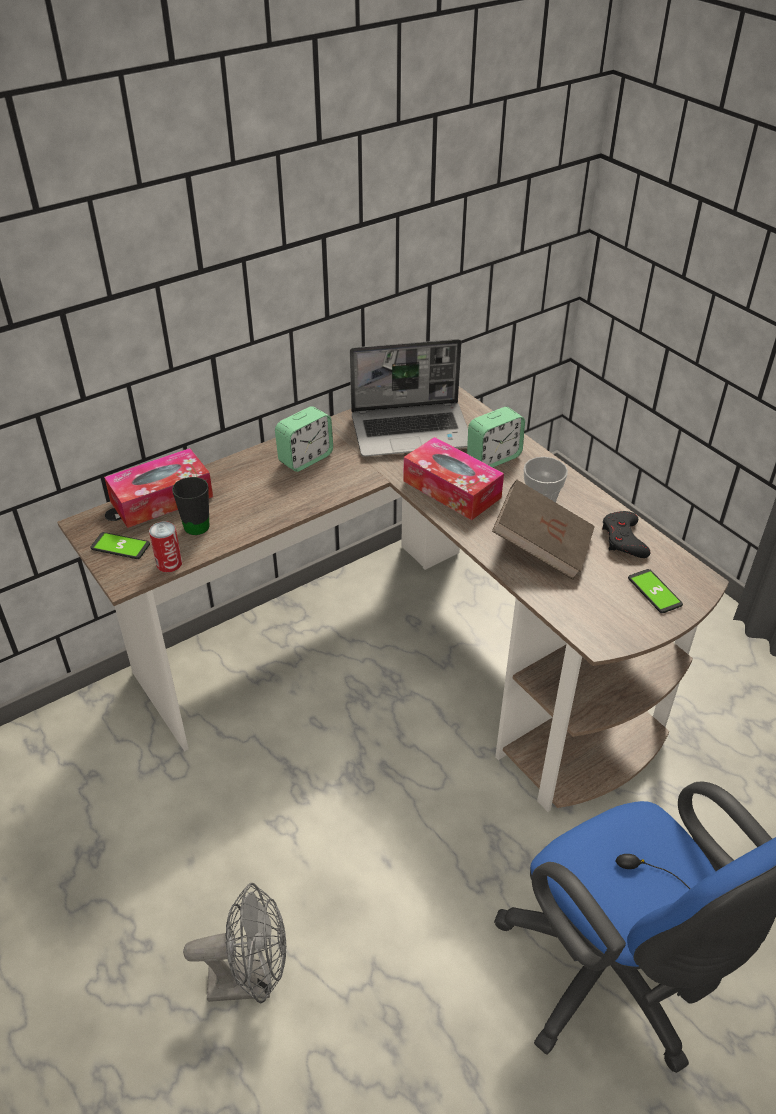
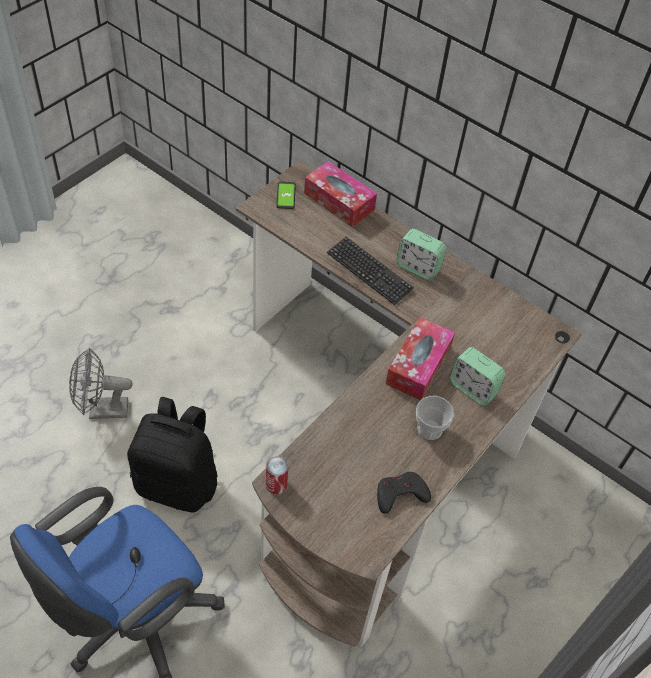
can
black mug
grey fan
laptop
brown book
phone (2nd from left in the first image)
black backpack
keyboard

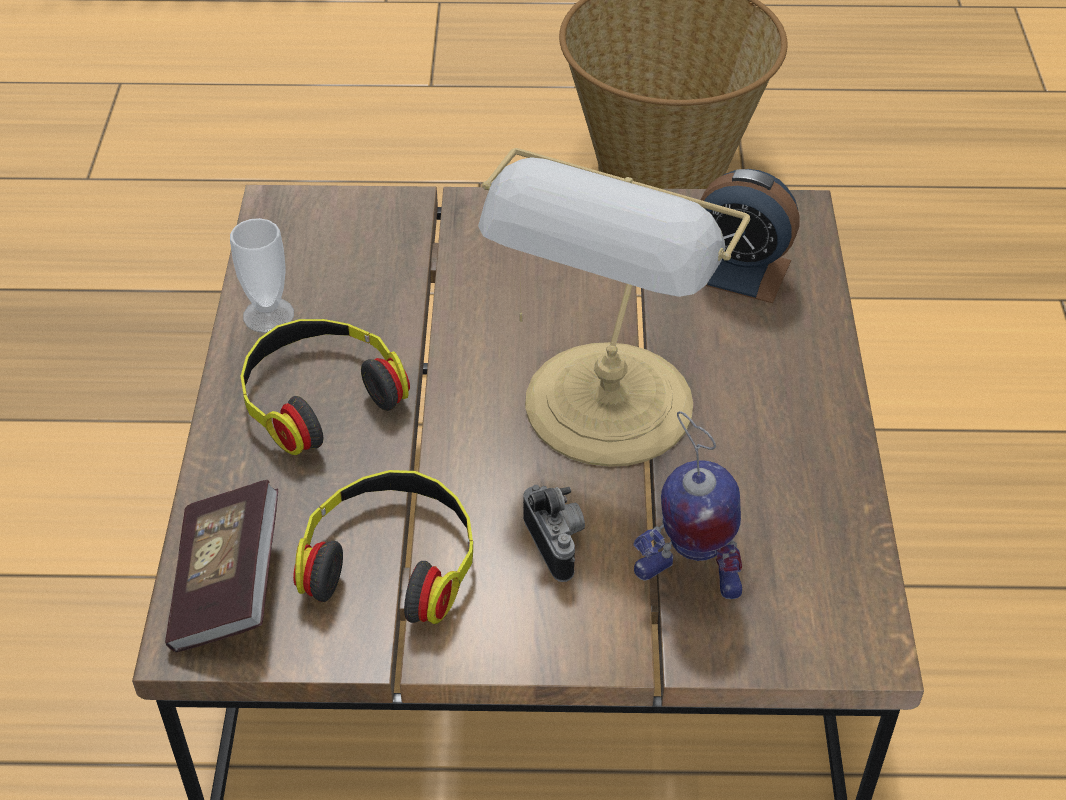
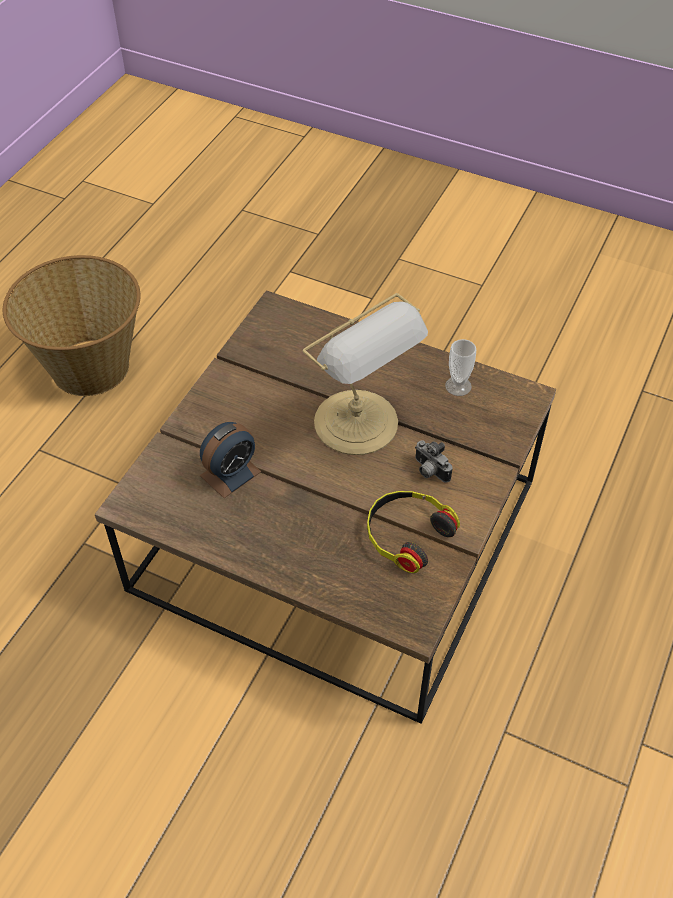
book
cup
headphones (1st from left in the first image)
photo camera
toy robot
alarm clock

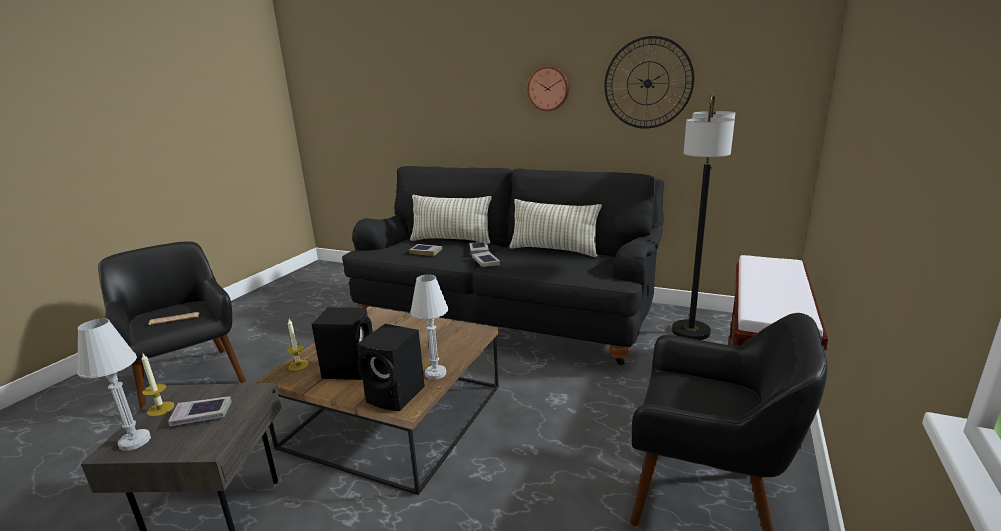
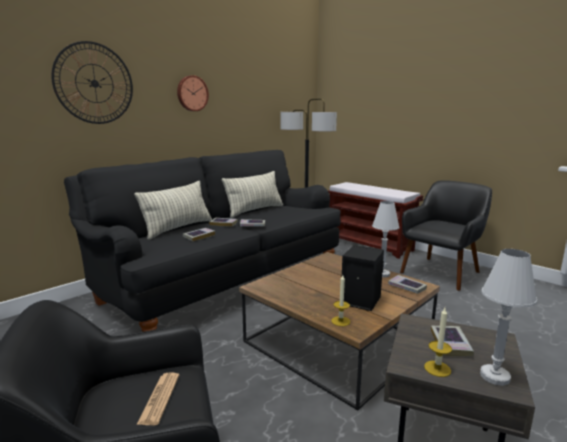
book (4th from left)
wall clock (1st from left)

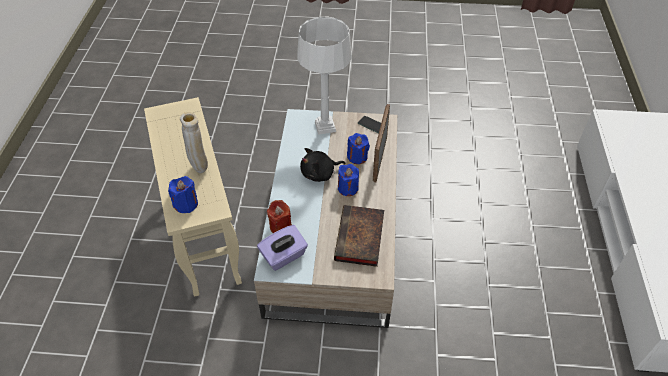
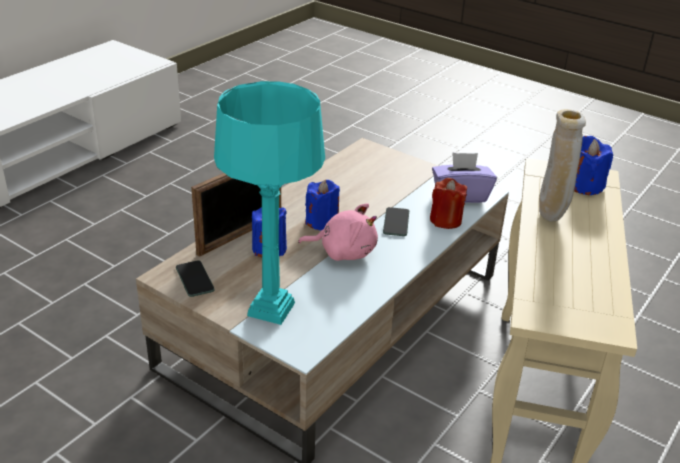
turquoise table lamp
pink plush toy
book
phone (2nd from left)

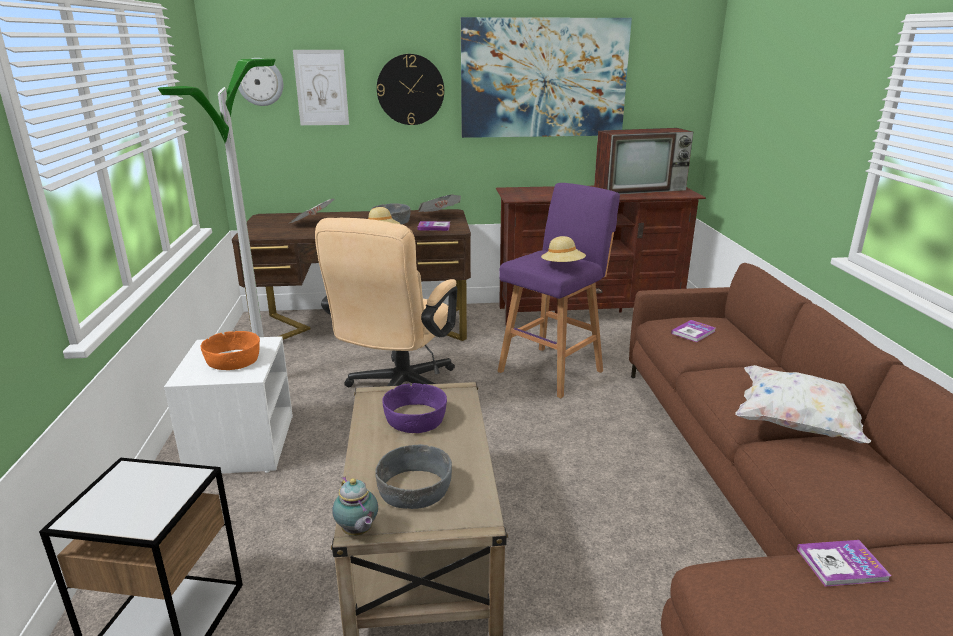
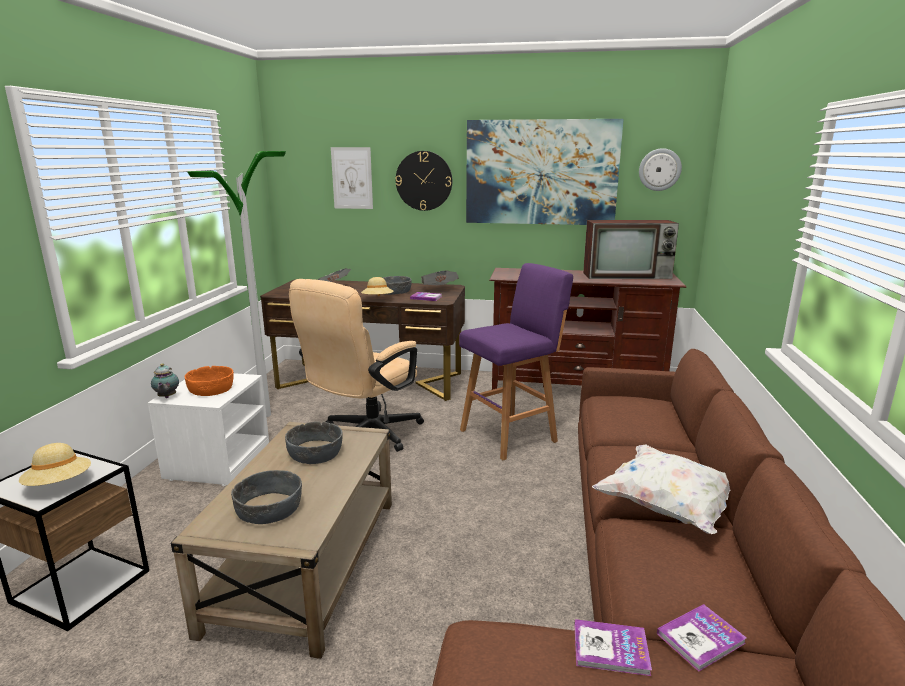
wall clock (2nd from left)
teapot
grey bowl (2nd from left)
beige hat (1st from left)
book (3rd from left)

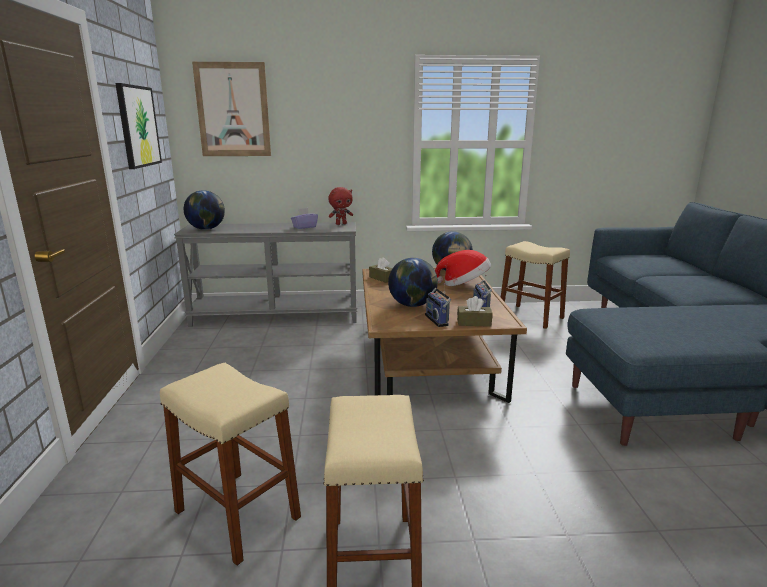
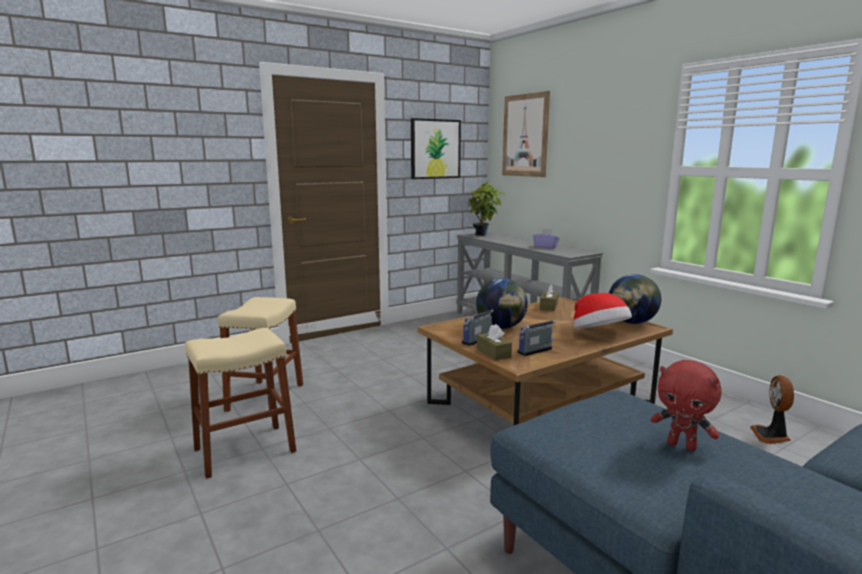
potted plant
red plush toy
fan

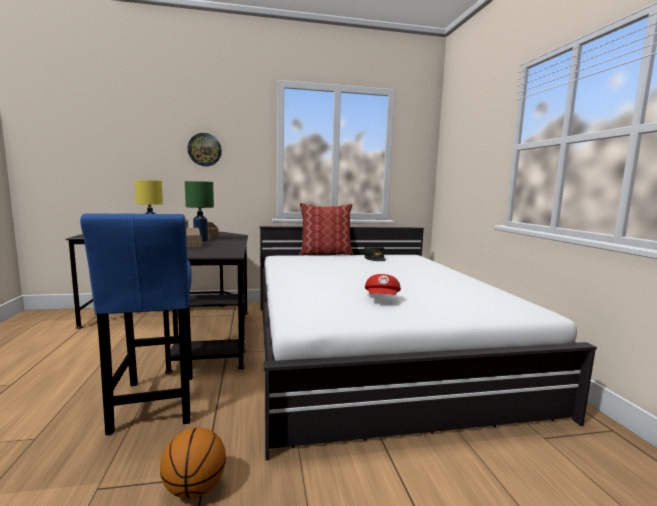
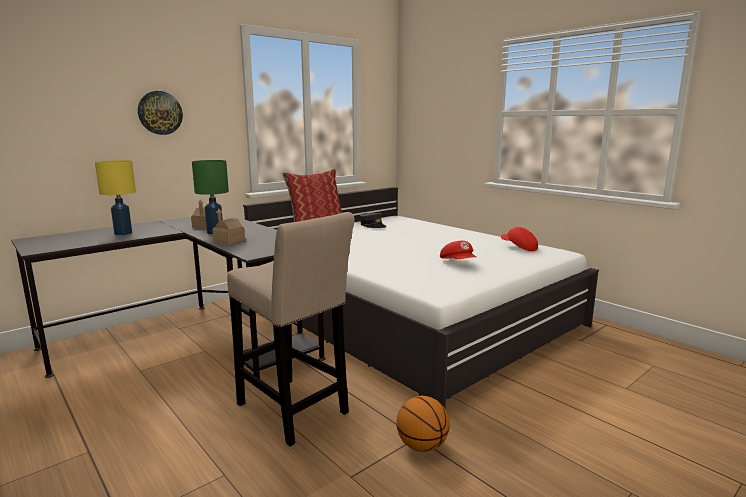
beige stool
red cap (2nd from left)

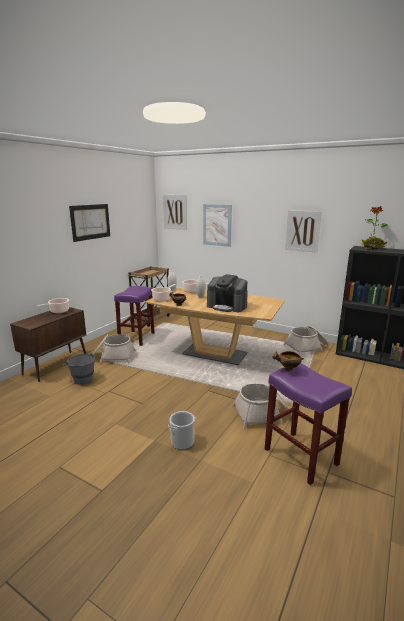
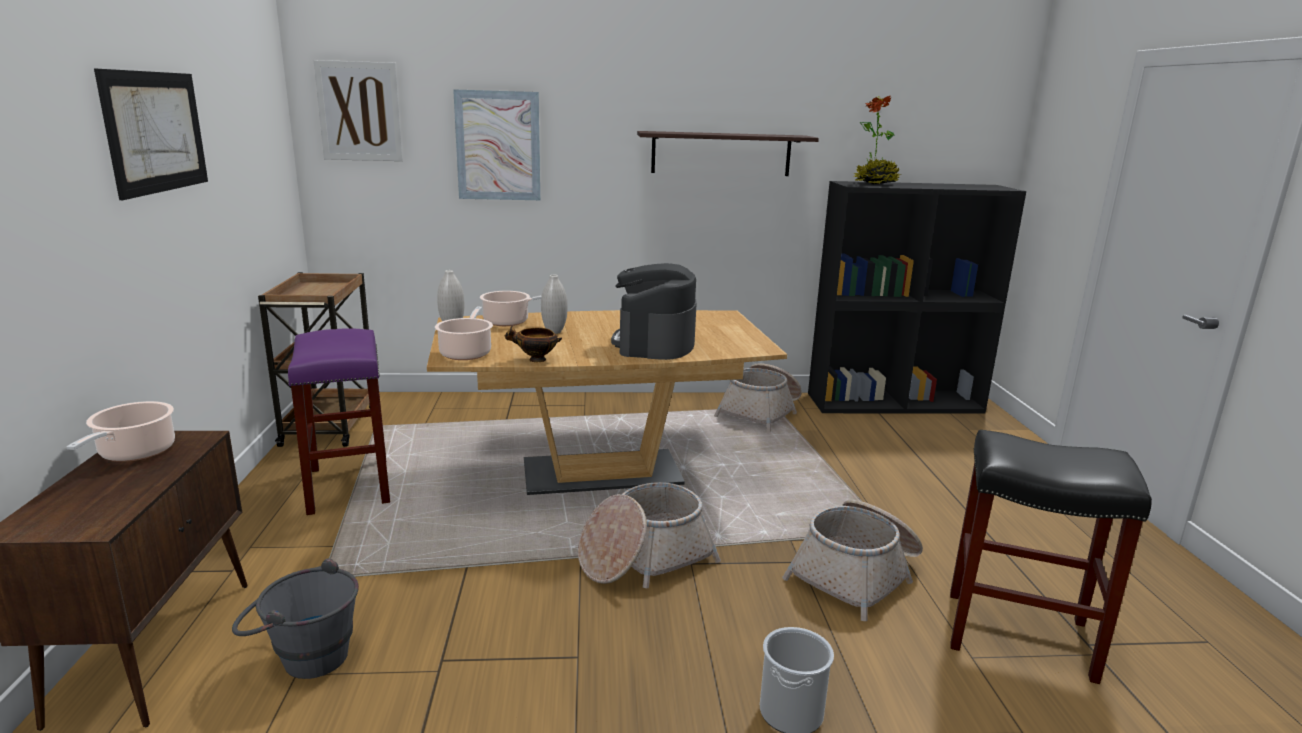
basket (1st from left)
coffee machine
black stool
bowl (2nd from left in the first image)
shelf

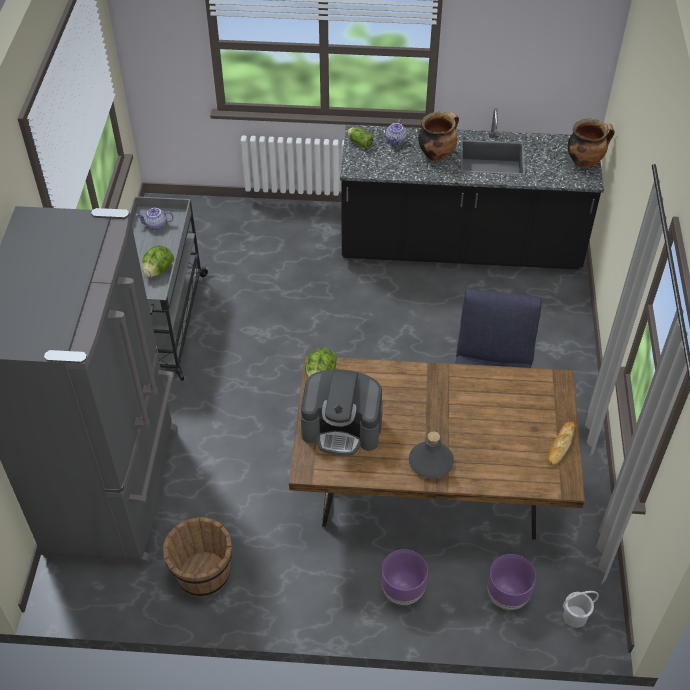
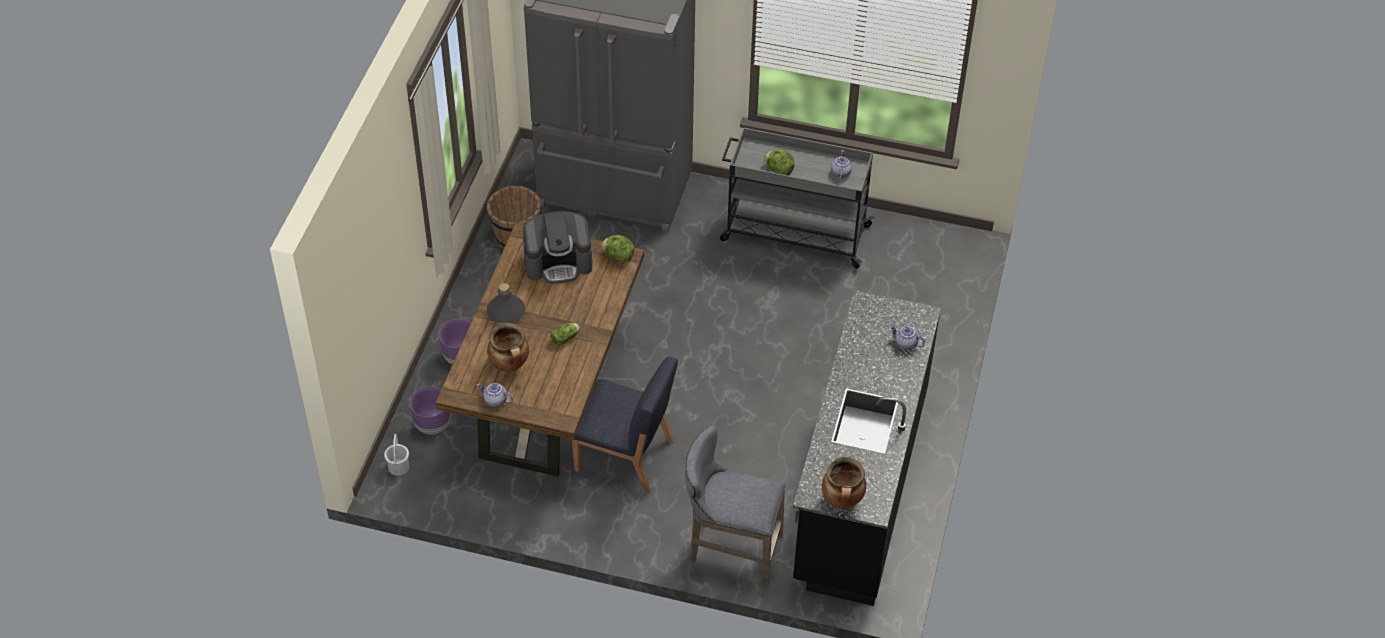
coffee machine
lettuce (1st from left)
cooking pot (1st from left)
teapot (1st from left)
grey stool

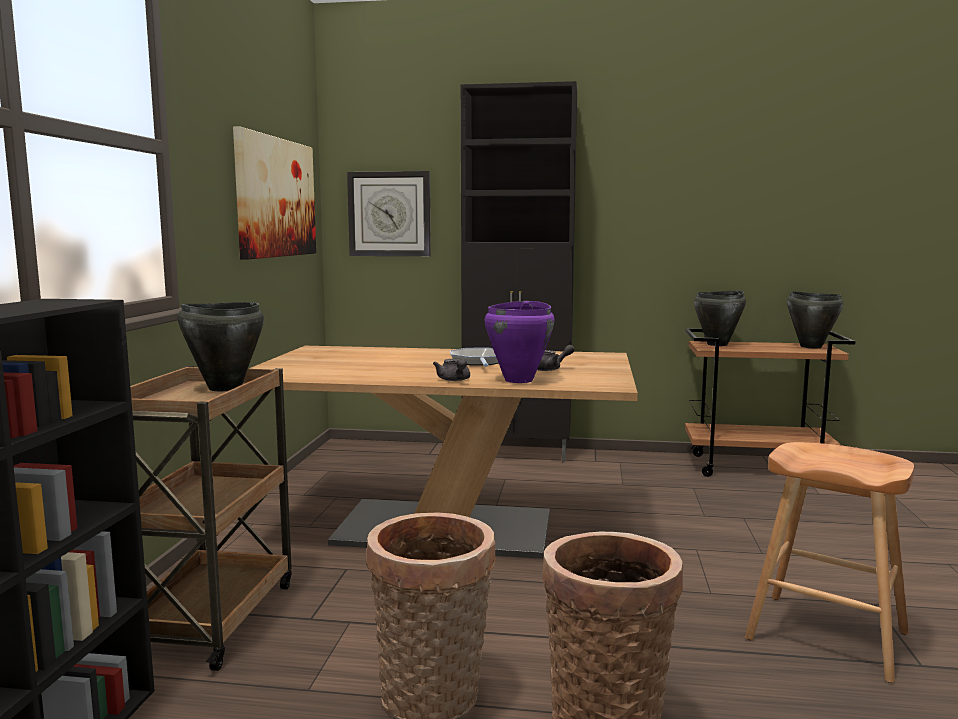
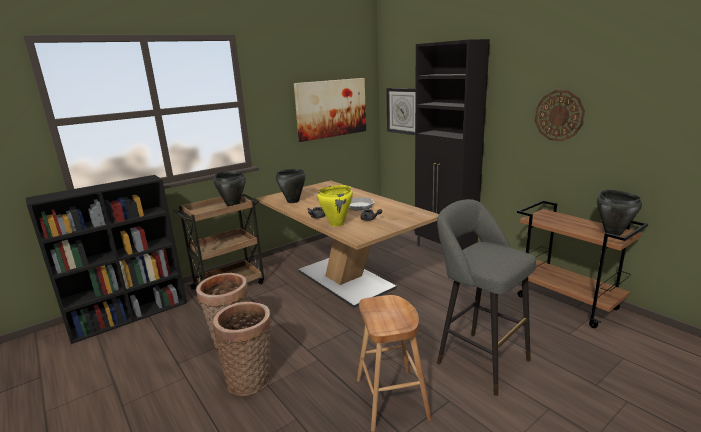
yellow cooking pot
black cooking pot (2nd from left)
grey stool
wall clock (2nd from left)

